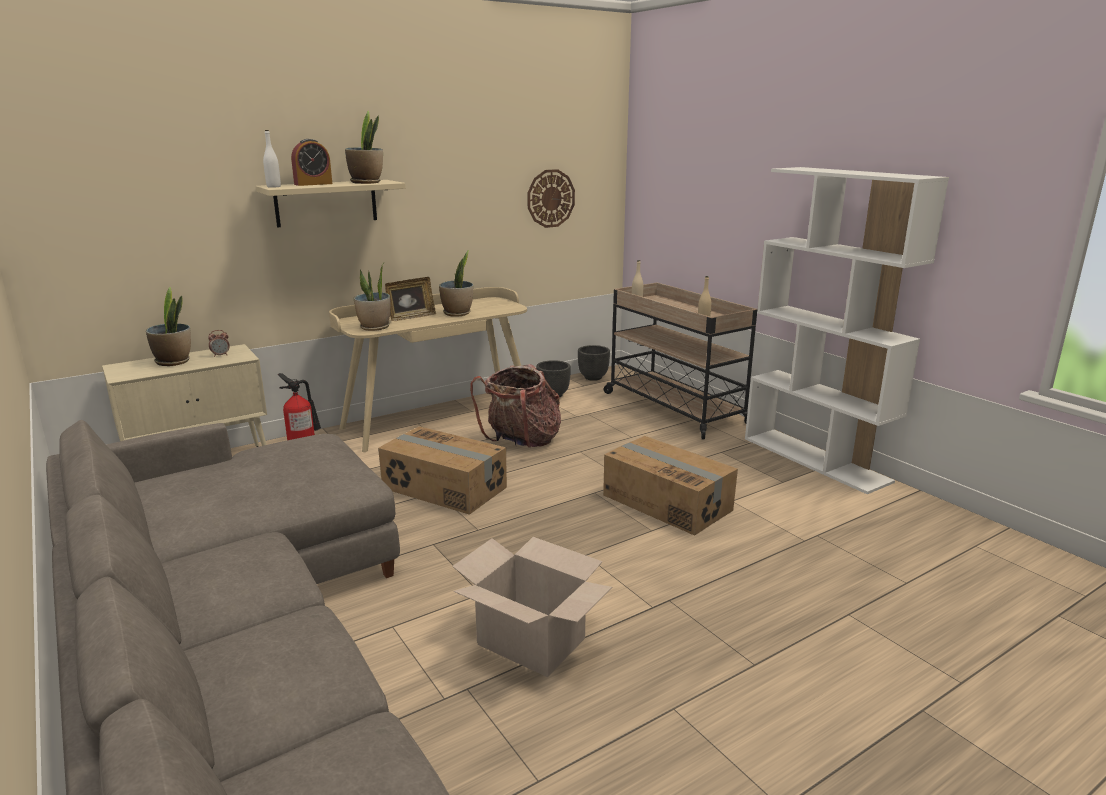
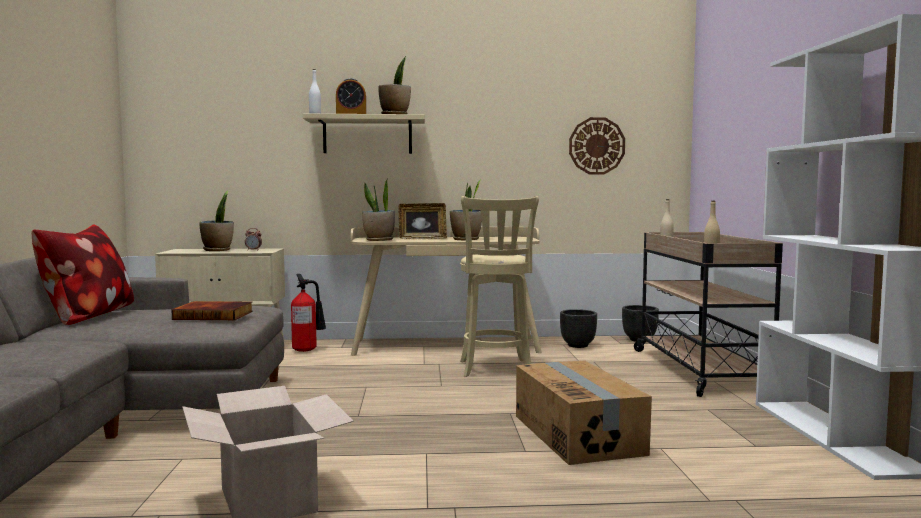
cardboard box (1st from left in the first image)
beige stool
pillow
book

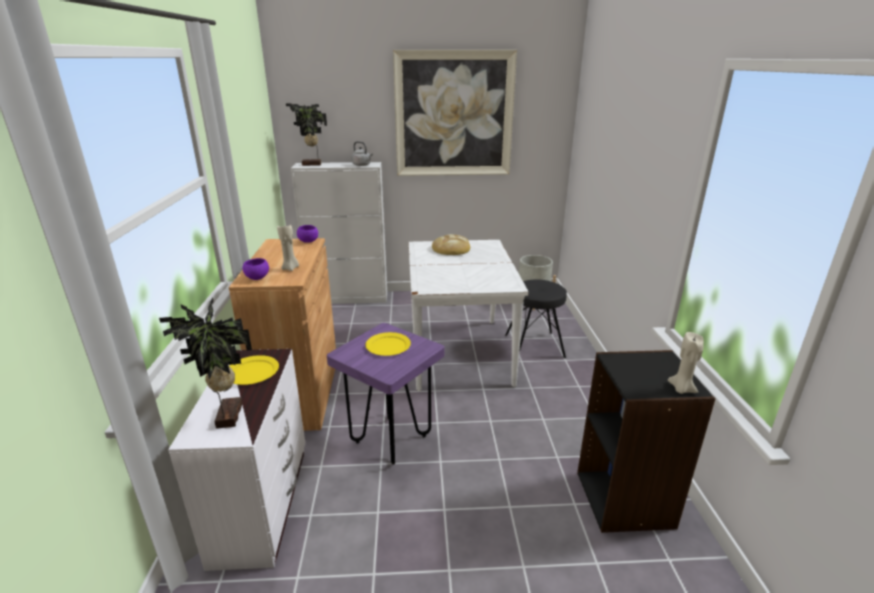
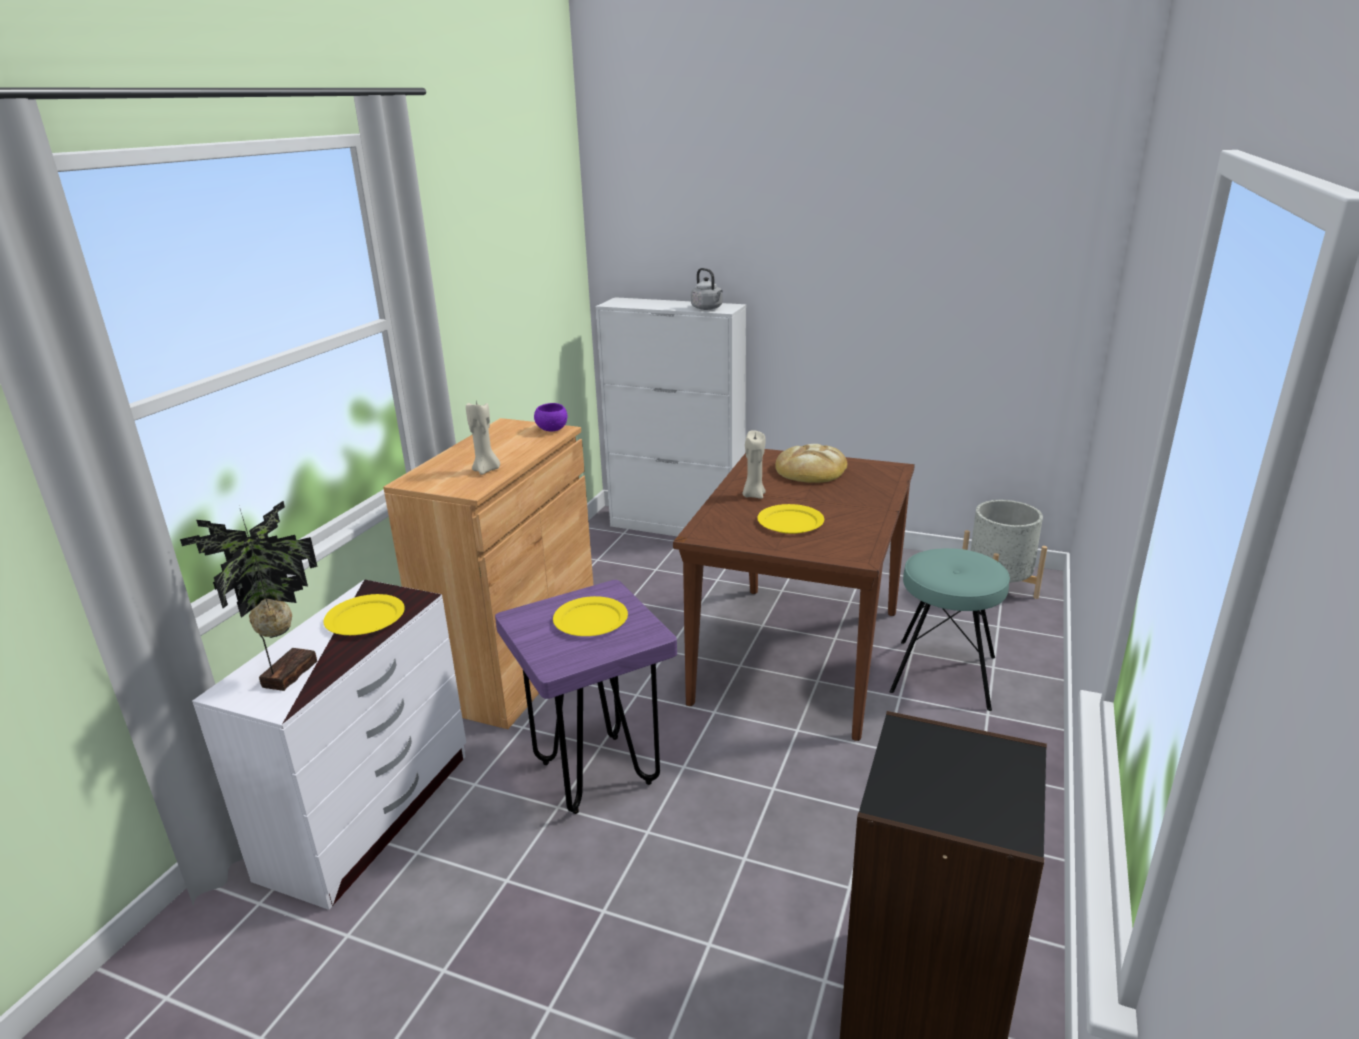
purple bowl (1st from left in the first image)
potted plant (2nd from left in the first image)
picture
brown dining table
turquoise stool
beige candle (2nd from left)
yellow plate (3rd from left)

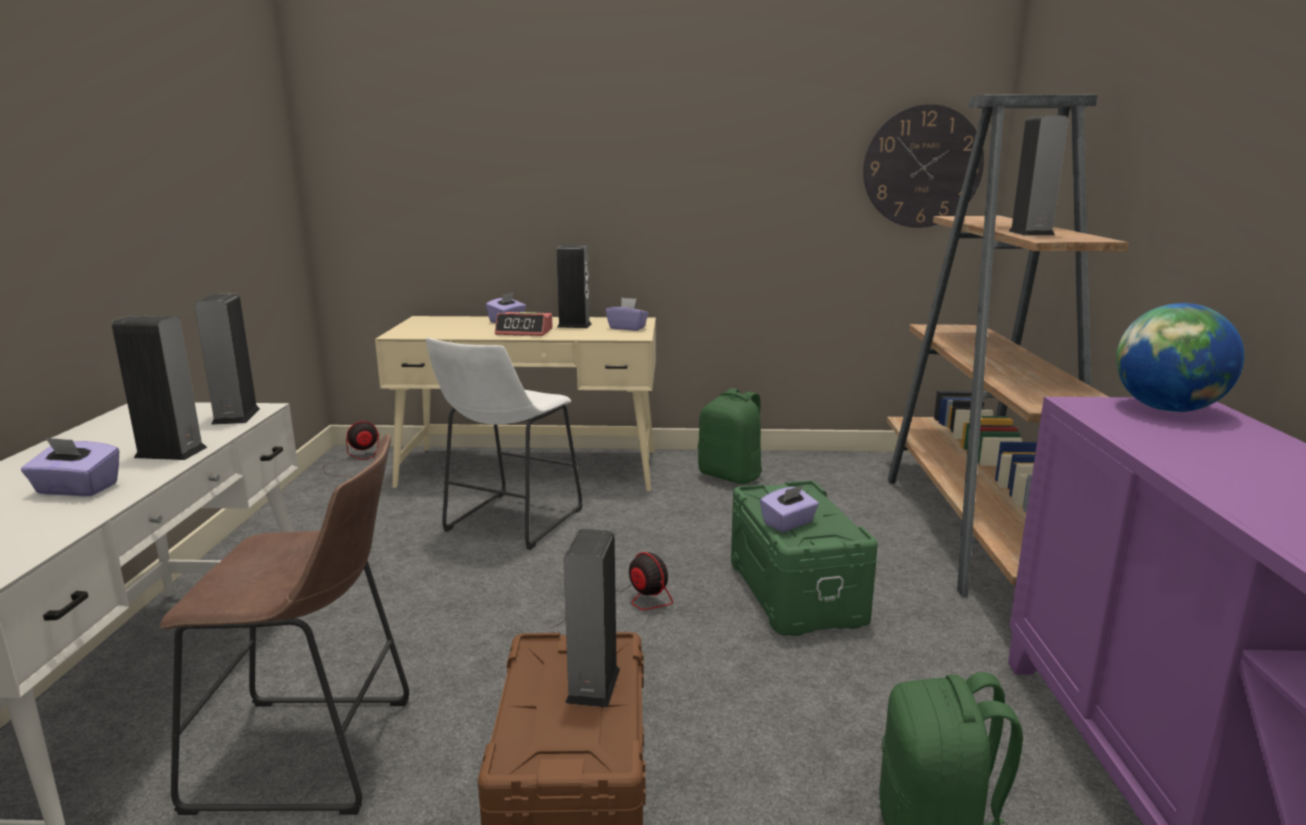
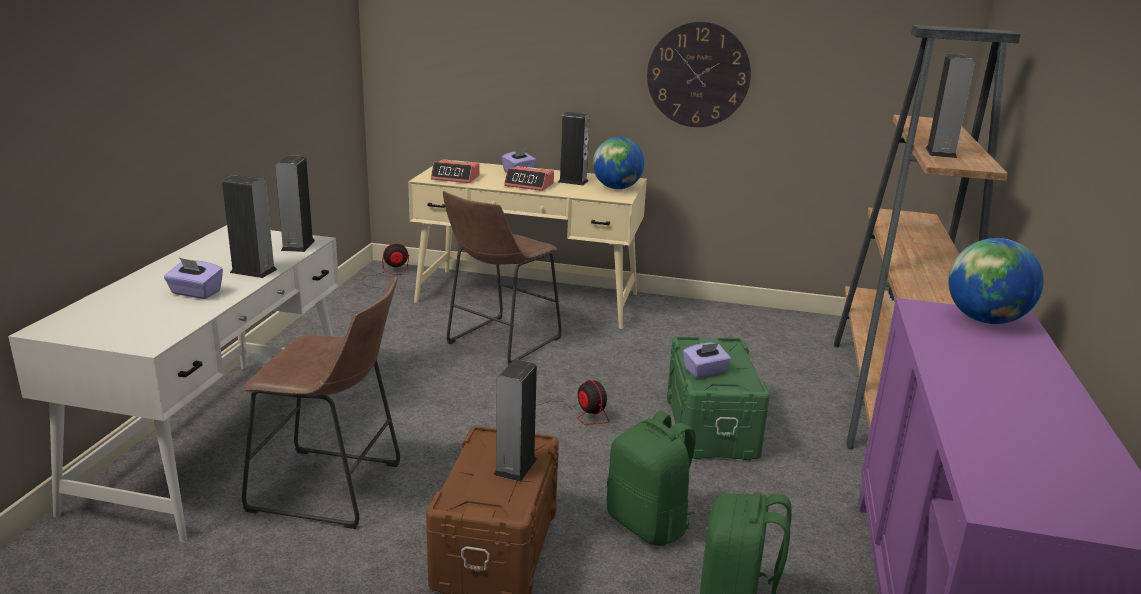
brown stool (2nd from left)
globe (1st from left)
green backpack (1st from left)
wall clock
alarm clock (1st from left)

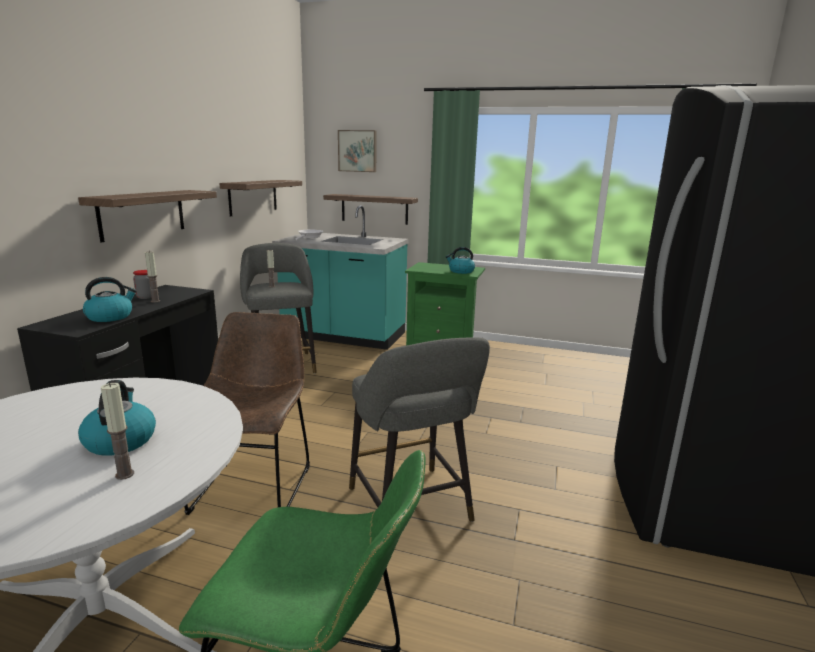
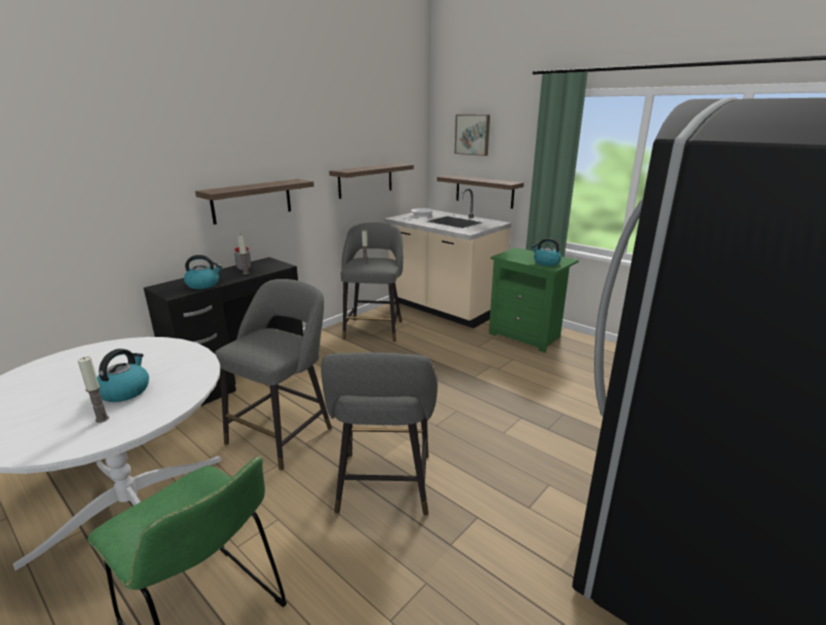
grey stool (1st from left)
beige counter

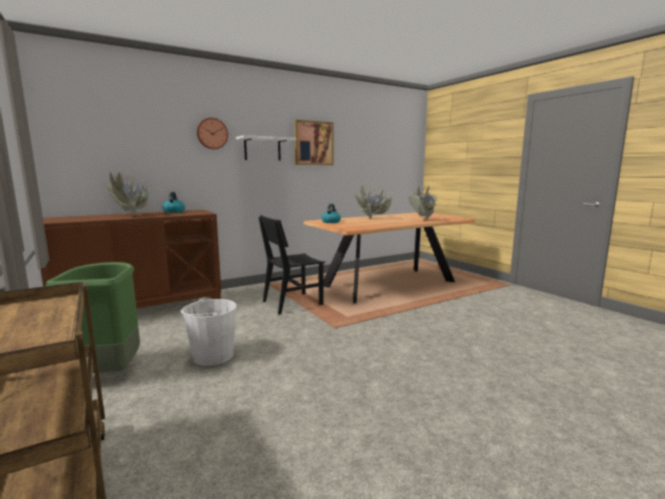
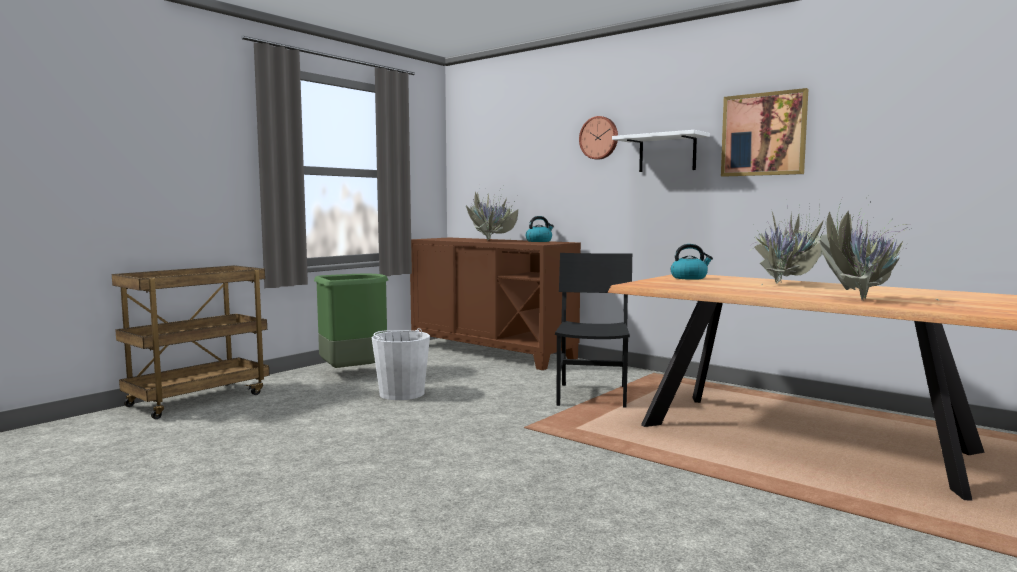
black chair

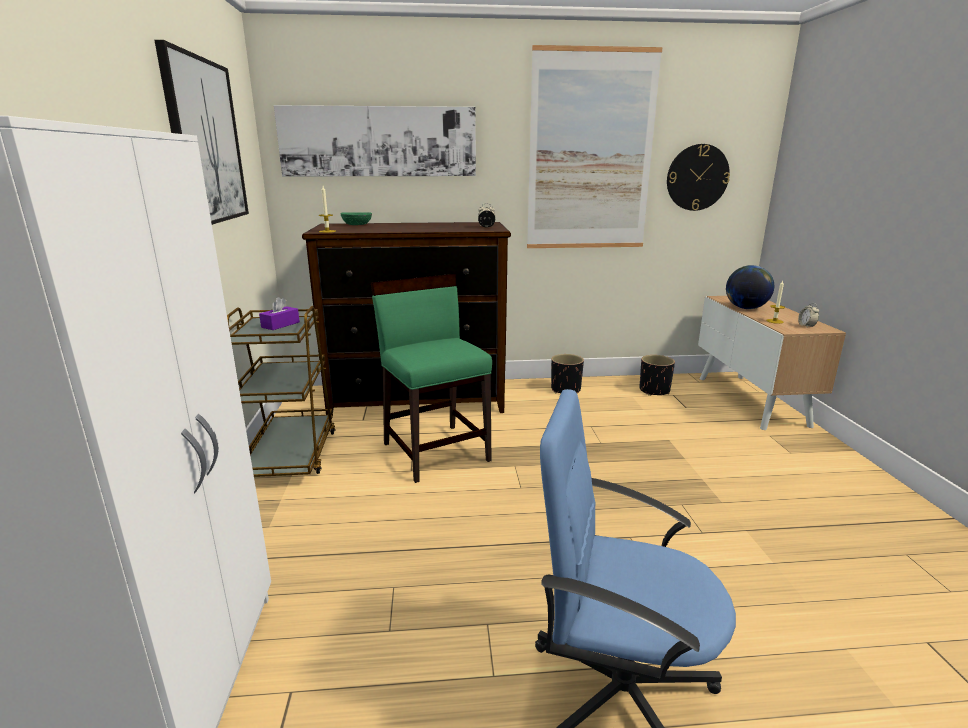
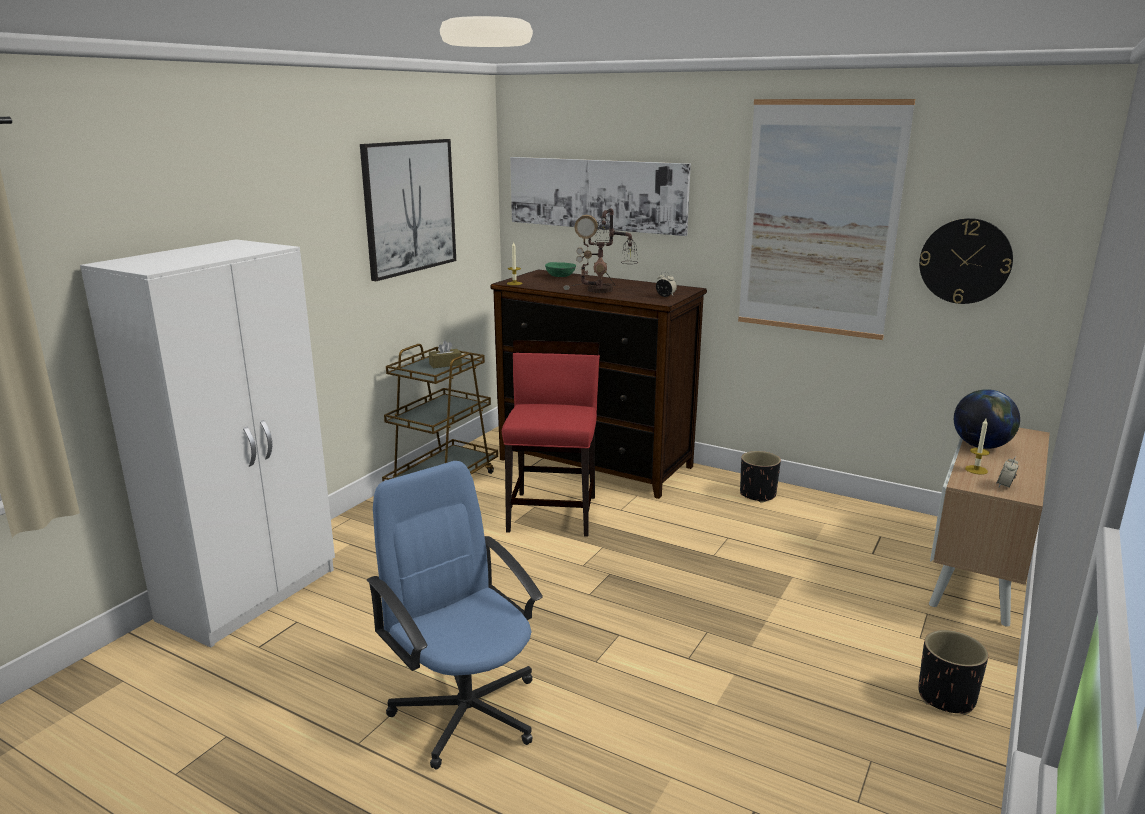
brown tissue box
red chair
black planter (2nd from left)
table lamp

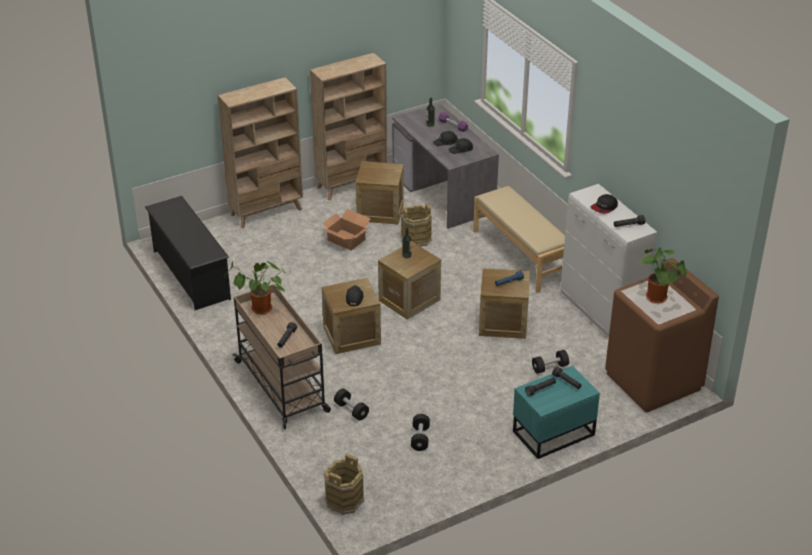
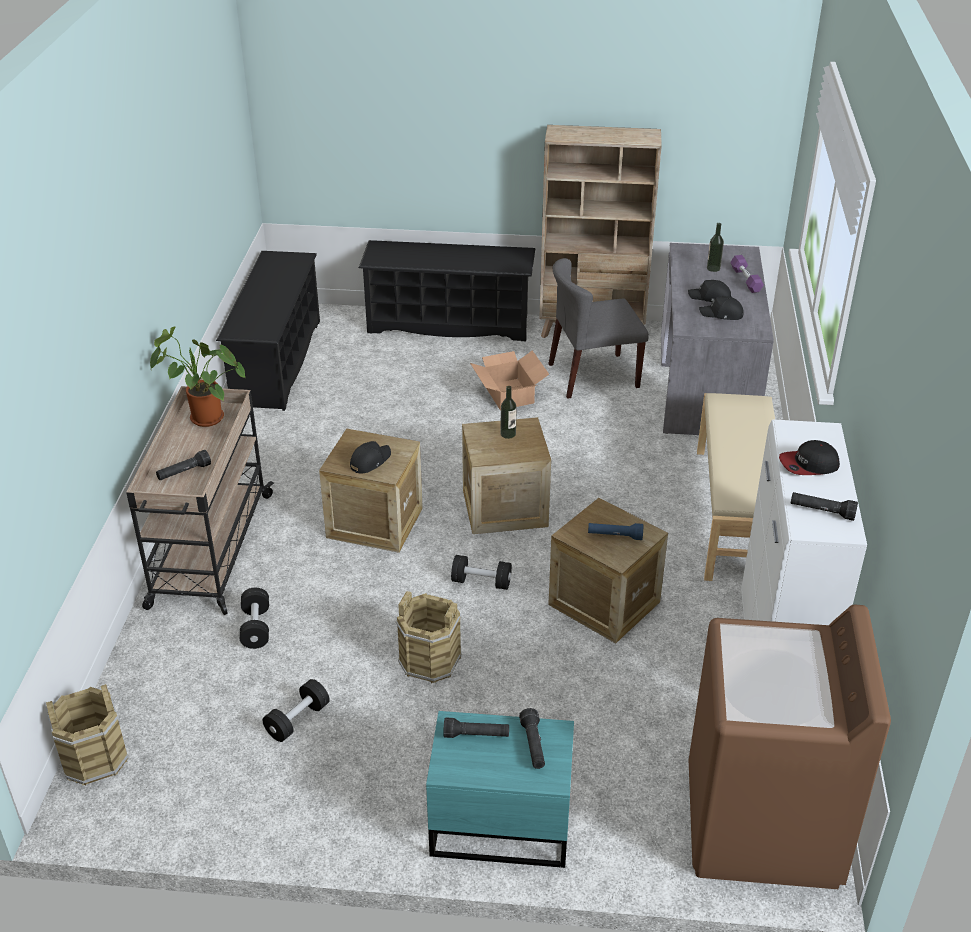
black shoe rack (2nd from left)
grey chair
brown bucket (2nd from left)
black dumbbell (3rd from left)
potted plant (2nd from left in the first image)

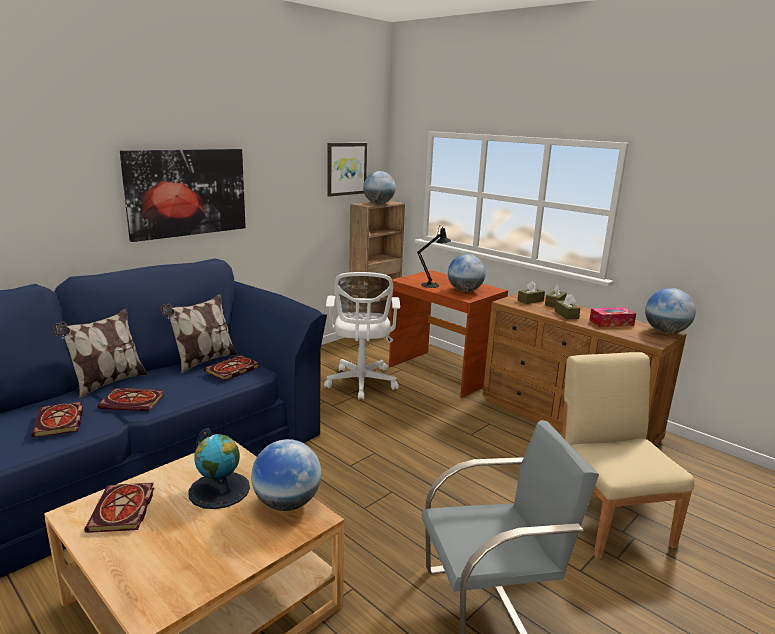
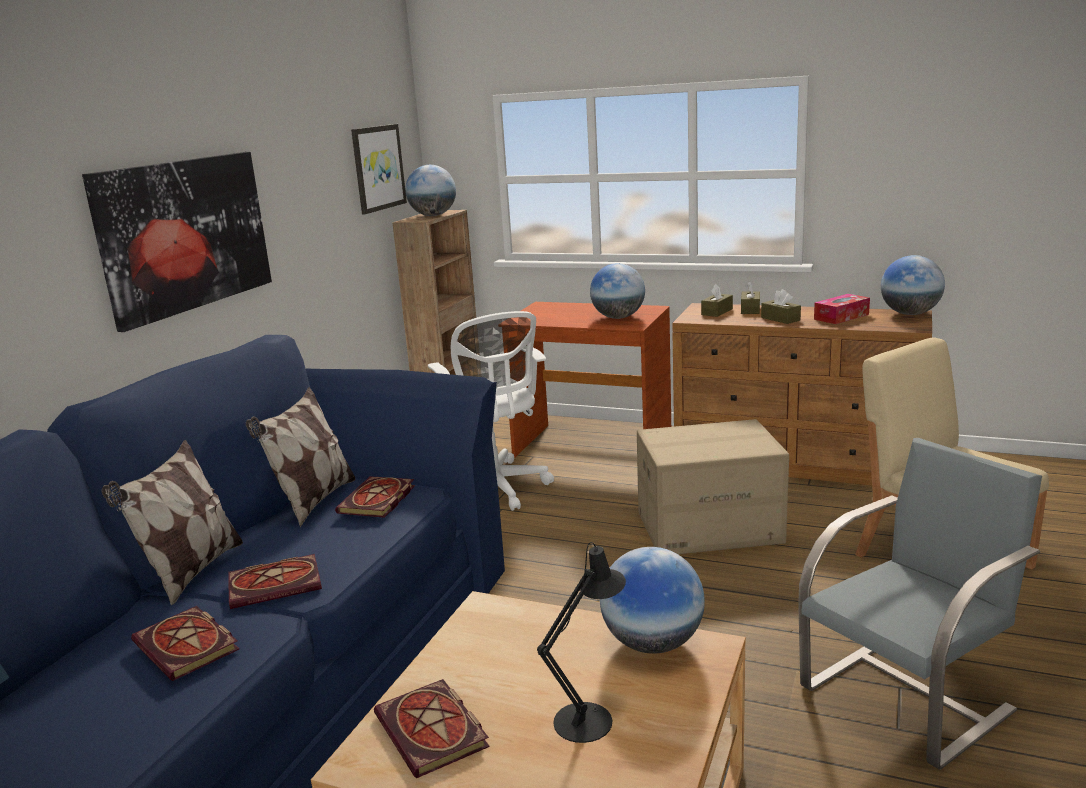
globe (1st from left in the first image)
black table lamp
cardboard box

